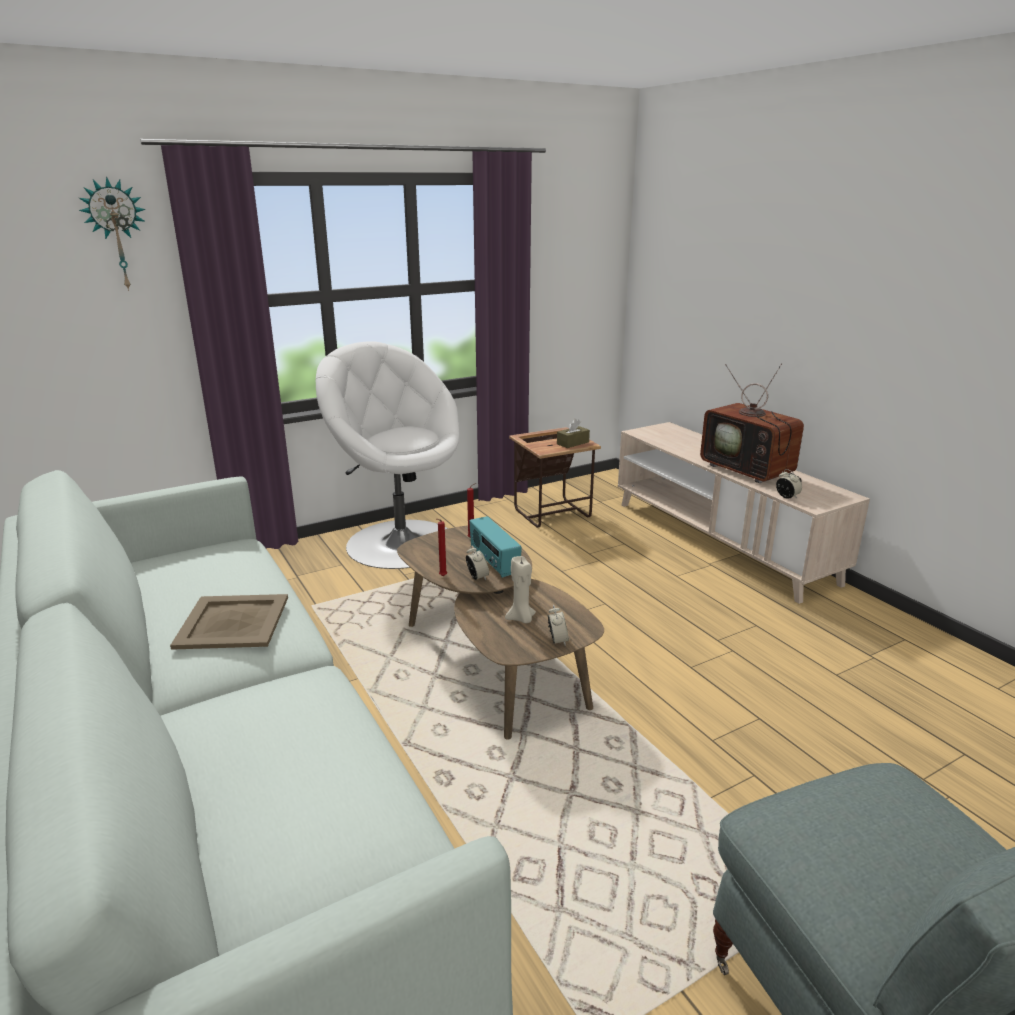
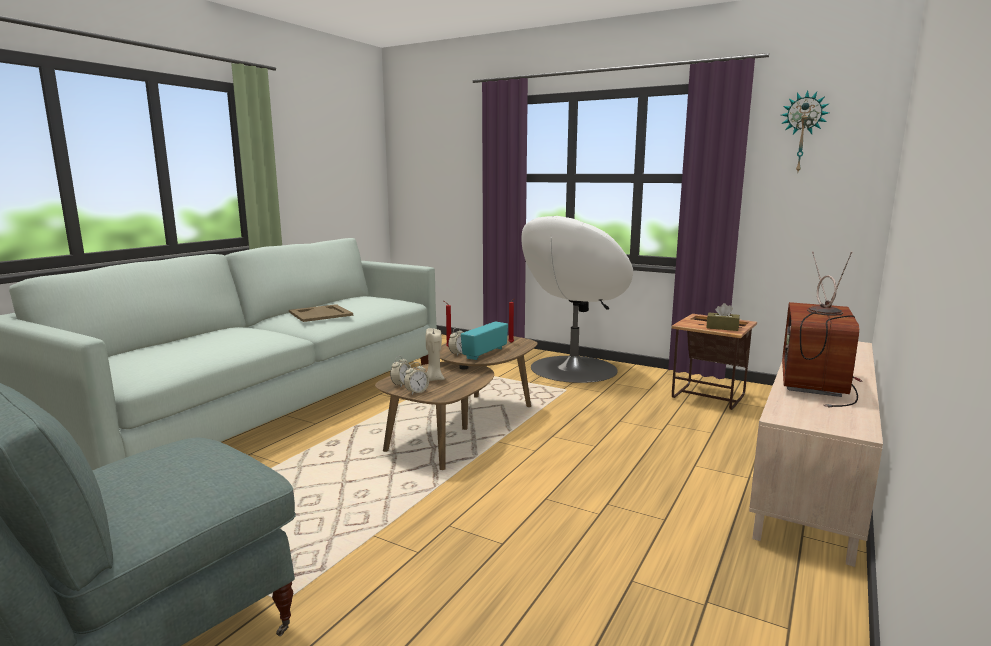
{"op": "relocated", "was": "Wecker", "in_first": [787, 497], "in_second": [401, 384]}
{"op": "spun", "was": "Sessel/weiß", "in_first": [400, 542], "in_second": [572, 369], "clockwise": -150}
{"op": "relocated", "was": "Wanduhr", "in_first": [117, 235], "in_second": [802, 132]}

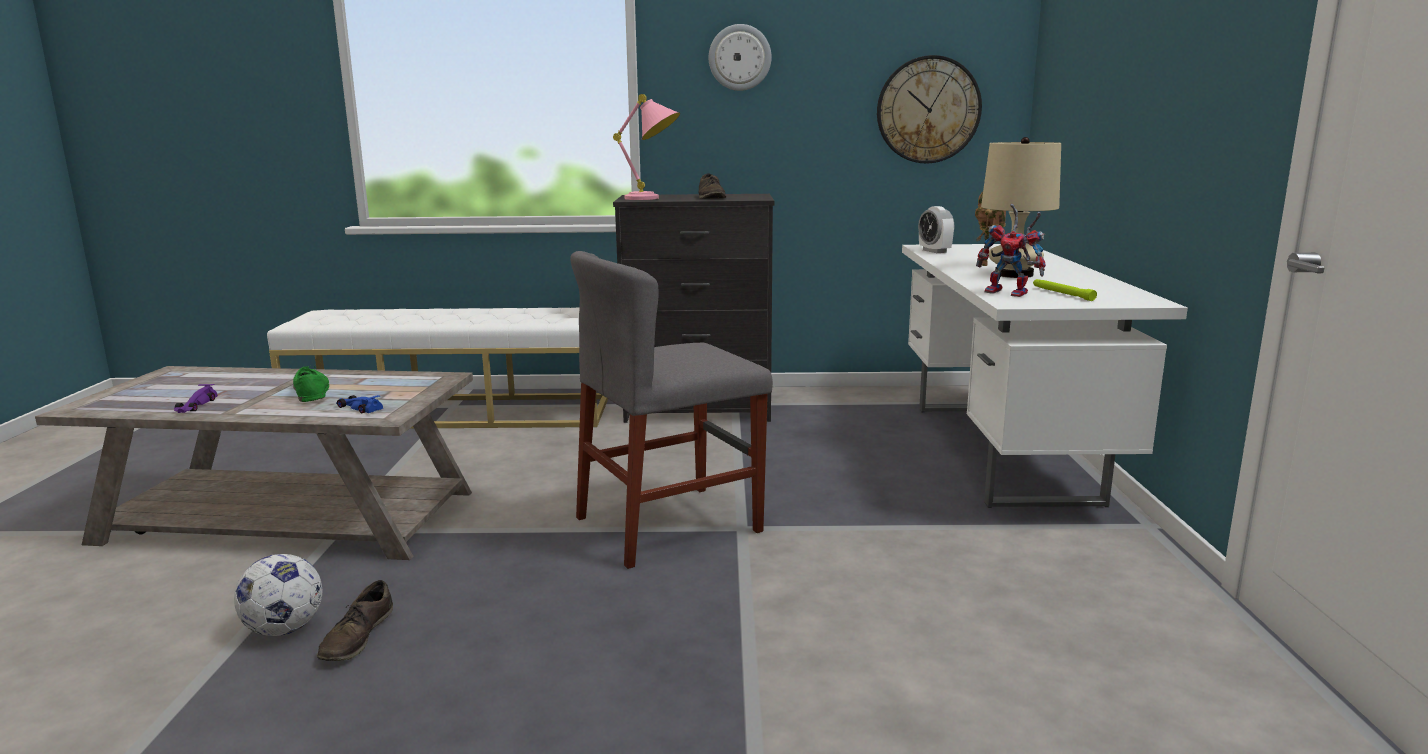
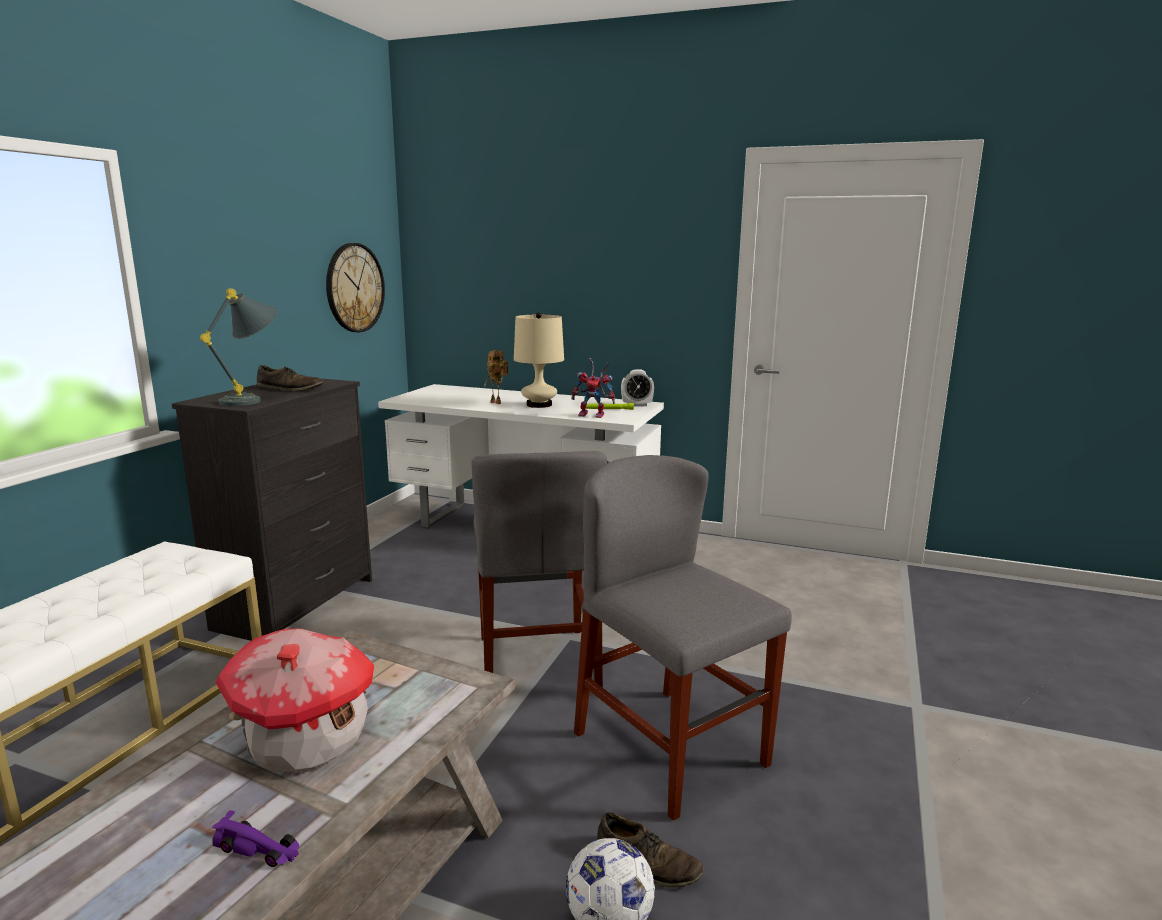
{"op": "colour", "was": "Tischlampe/rosa", "now": "Tischlampe/grau", "in_first": [653, 198], "in_second": [254, 400]}
{"op": "exchanged", "was": "Schuh/grün", "now": "Spielzeughaus", "in_first": [310, 392], "in_second": [307, 739]}
{"op": "spun", "was": "Spielzeugroboter", "in_first": [1011, 293], "in_second": [594, 415], "clockwise": 45}
{"op": "appeared", "now": "Stuhl/grau", "in_second": [670, 749]}
{"op": "relocated", "was": "Wecker", "in_first": [934, 251], "in_second": [637, 405]}
{"op": "missing", "was": "Spielzeugauto/blau", "in_first": [358, 408]}
{"op": "missing", "was": "Wanduhr", "in_first": [739, 57]}

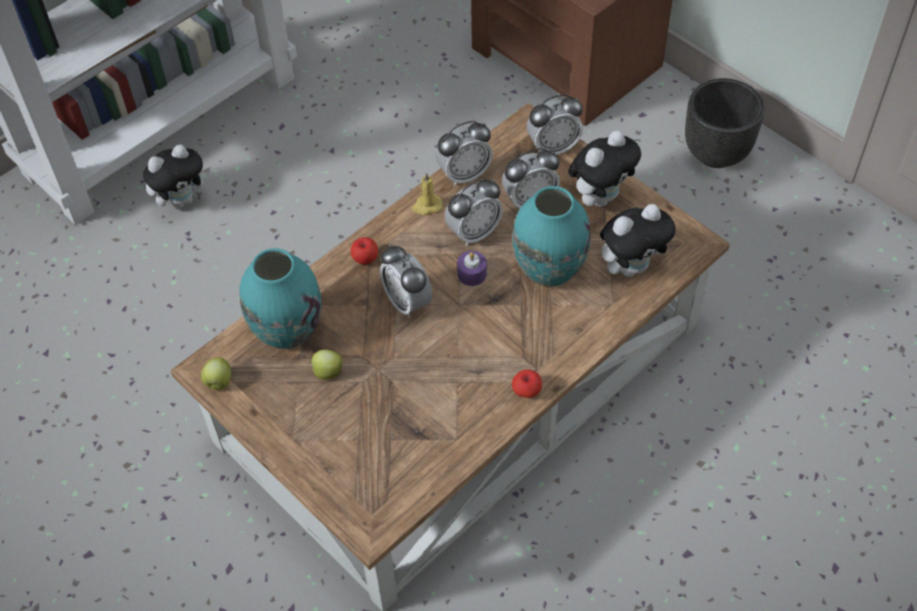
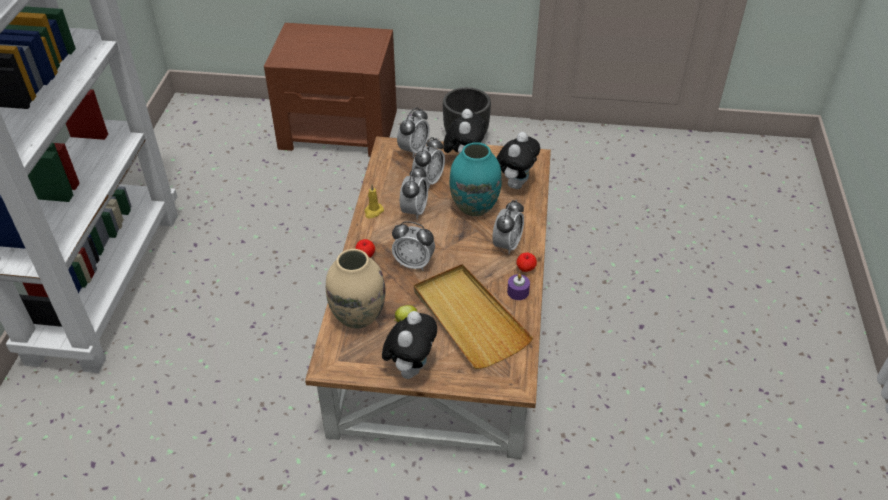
{"op": "colour", "was": "Vase/türkis", "now": "Vase/beige", "in_first": [287, 330], "in_second": [357, 316]}
{"op": "relocated", "was": "Plüschtier", "in_first": [182, 200], "in_second": [410, 367]}
{"op": "appeared", "now": "Tablett/beige", "in_second": [469, 318]}
{"op": "relocated", "was": "Wecker", "in_first": [464, 174], "in_second": [507, 245]}
{"op": "relocated", "was": "Kerze/lila", "in_first": [472, 274], "in_second": [518, 292]}
{"op": "missing", "was": "Apfel", "in_first": [218, 382]}

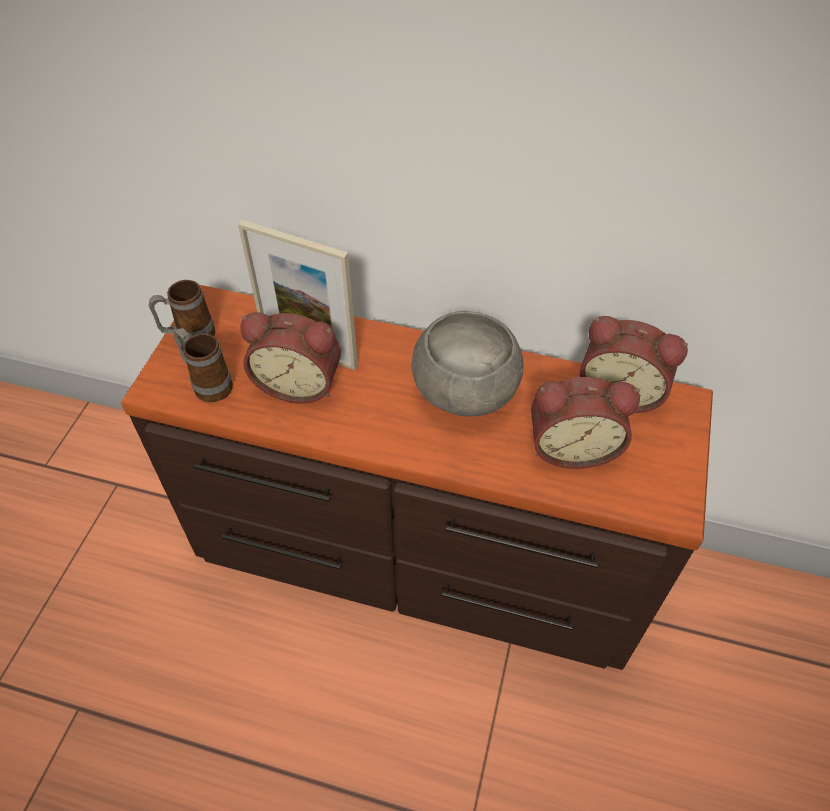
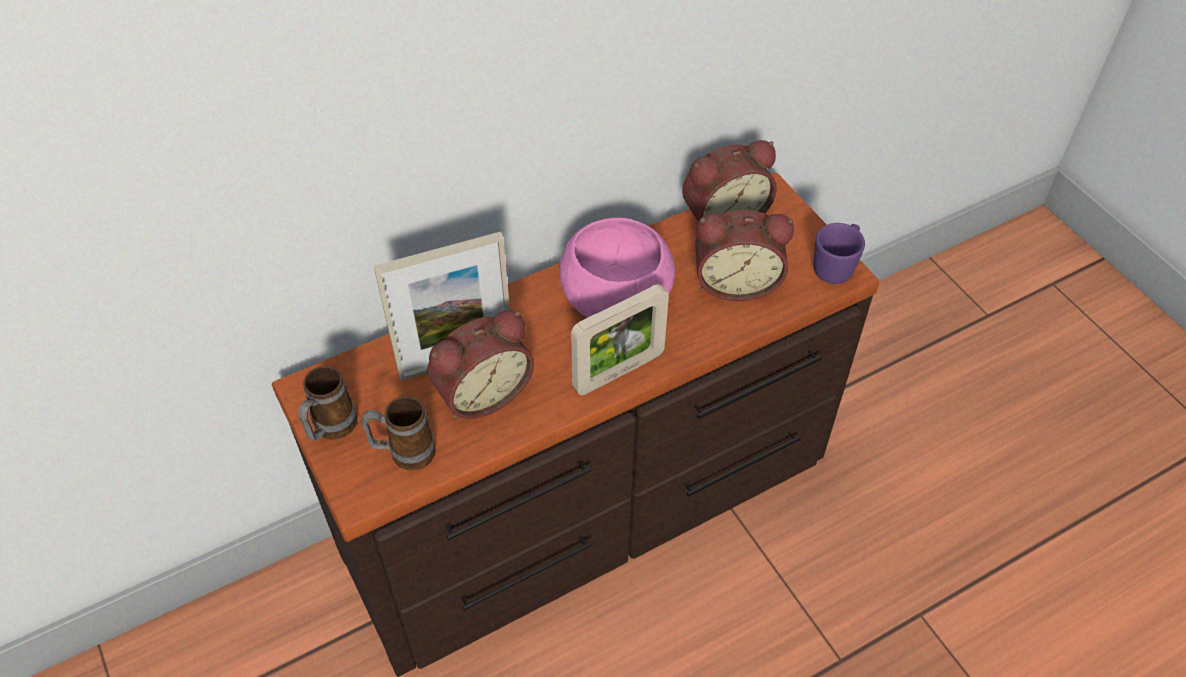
{"op": "colour", "was": "Schüssel/grau", "now": "Schüssel/rosa", "in_first": [466, 390], "in_second": [617, 297]}
{"op": "appeared", "now": "Bilderrahmen", "in_second": [618, 372]}
{"op": "spun", "was": "Wecker", "in_first": [572, 446], "in_second": [736, 281], "clockwise": 45}
{"op": "appeared", "now": "Henkelbecher/lila", "in_second": [836, 267]}

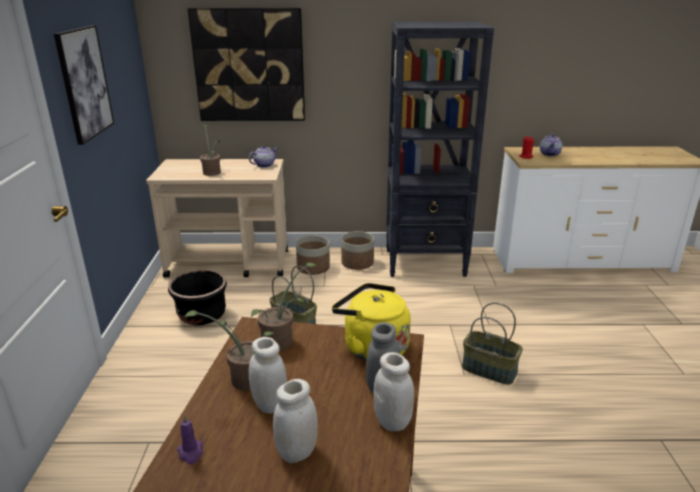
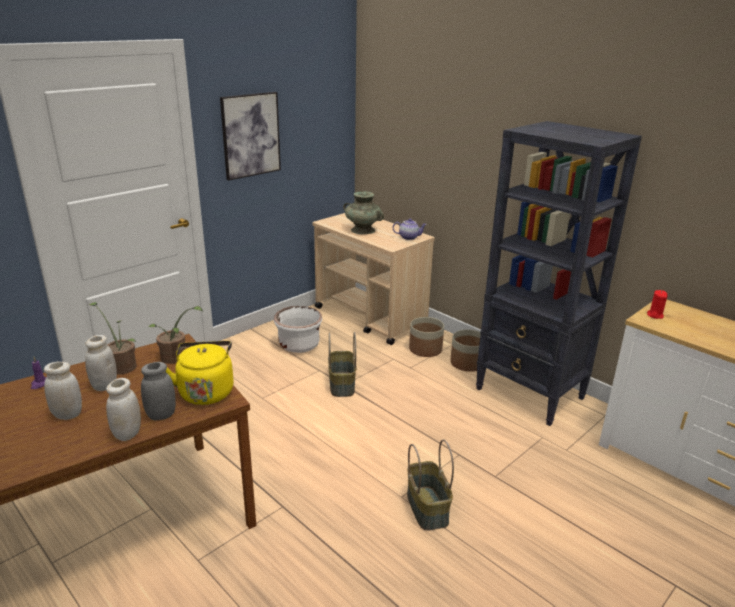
{"op": "colour", "was": "Pflanzkübel/schwarz", "now": "Pflanzkübel/weiß", "in_first": [201, 315], "in_second": [299, 345]}
{"op": "exchanged", "was": "Topfpflanze", "now": "Vase/türkis", "in_first": [212, 172], "in_second": [362, 230]}
{"op": "missing", "was": "Bild", "in_first": [249, 65]}
{"op": "missing", "was": "Teekanne", "in_first": [550, 154]}

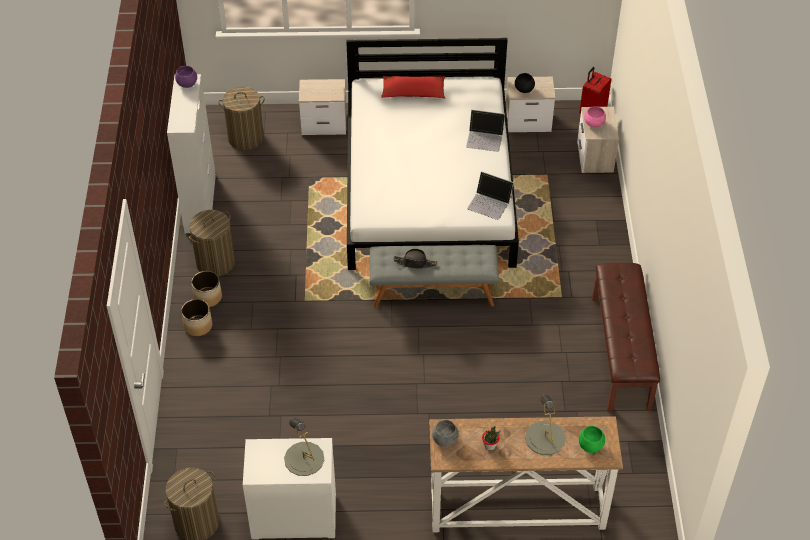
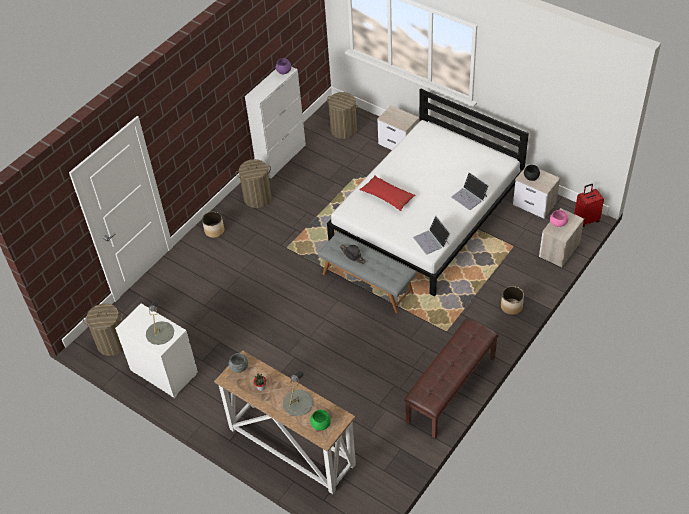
{"op": "relocated", "was": "Kissen/rot", "in_first": [413, 92], "in_second": [387, 196]}
{"op": "relocated", "was": "Pflanzkübel", "in_first": [208, 297], "in_second": [511, 307]}

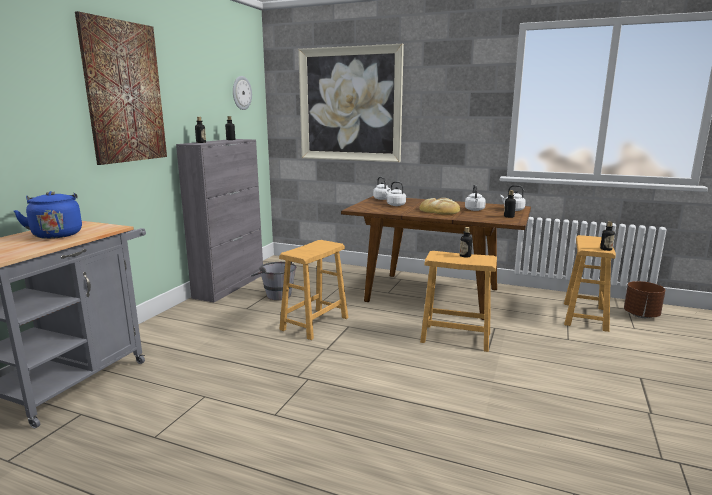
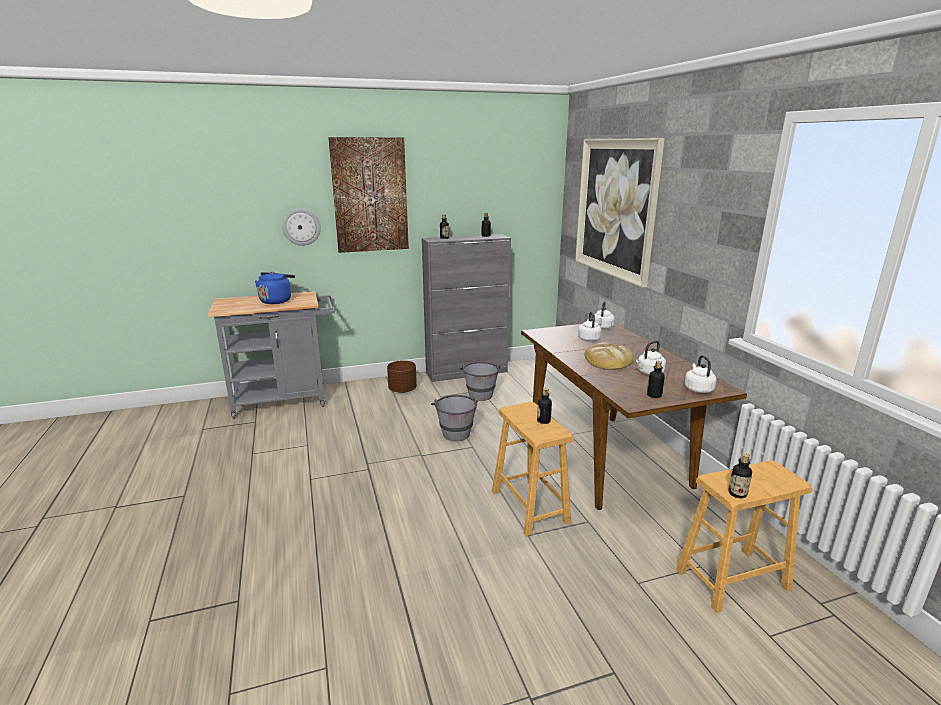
{"op": "relocated", "was": "Wanduhr", "in_first": [241, 93], "in_second": [301, 227]}
{"op": "relocated", "was": "Pflanzkübel/braun", "in_first": [641, 315], "in_second": [402, 390]}
{"op": "exchanged", "was": "Hocker/braun", "now": "Eimer/grau", "in_first": [314, 323], "in_second": [455, 431]}

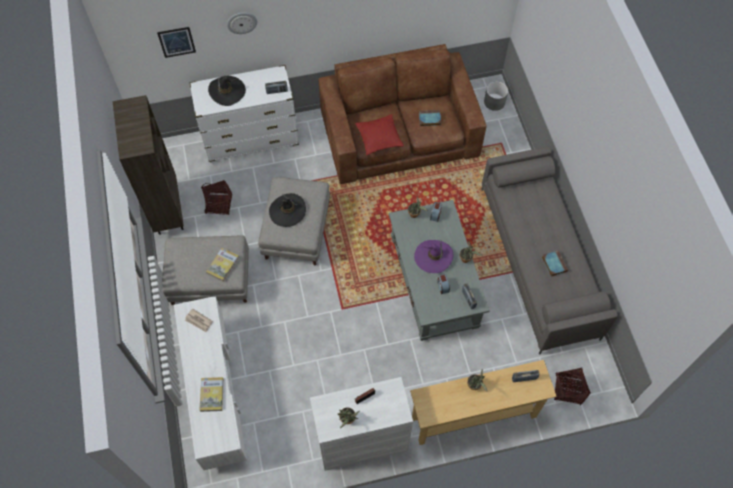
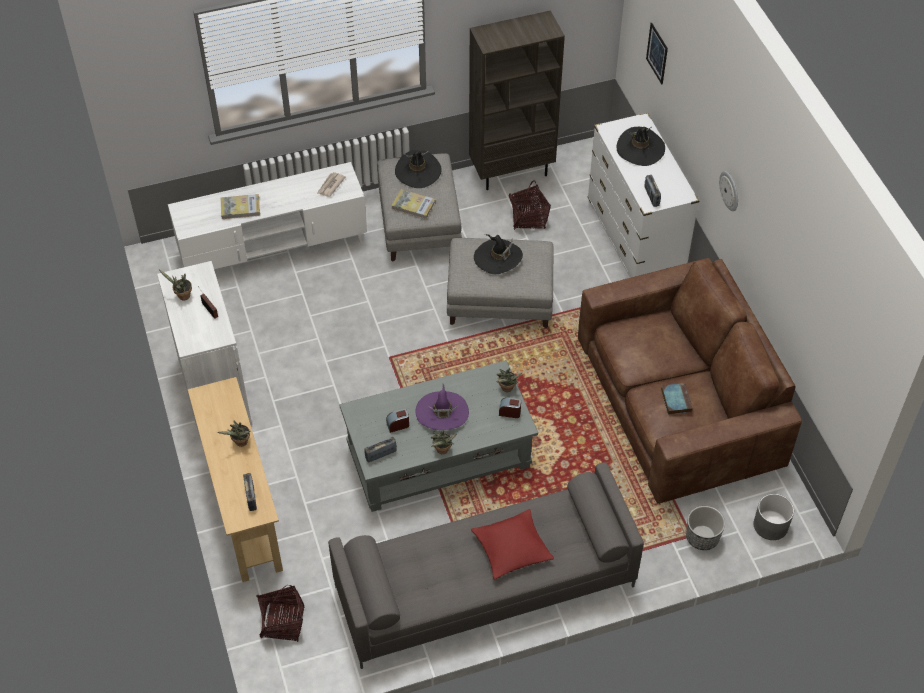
{"op": "appeared", "now": "Hut/schwarz", "in_second": [418, 171]}
{"op": "relocated", "was": "Kissen/rot", "in_first": [379, 138], "in_second": [511, 549]}
{"op": "appeared", "now": "Pflanzkübel", "in_second": [702, 537]}
{"op": "relocated", "was": "Wanduhr", "in_first": [242, 22], "in_second": [730, 190]}
{"op": "missing", "was": "Buch", "in_first": [554, 264]}

